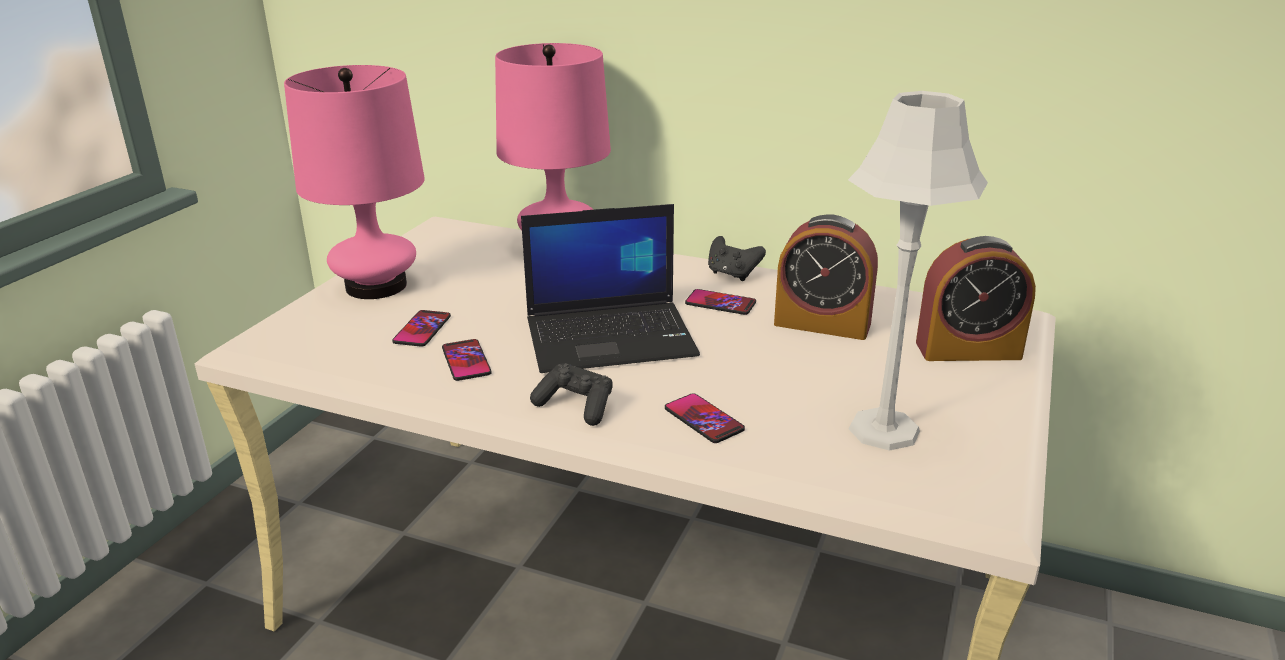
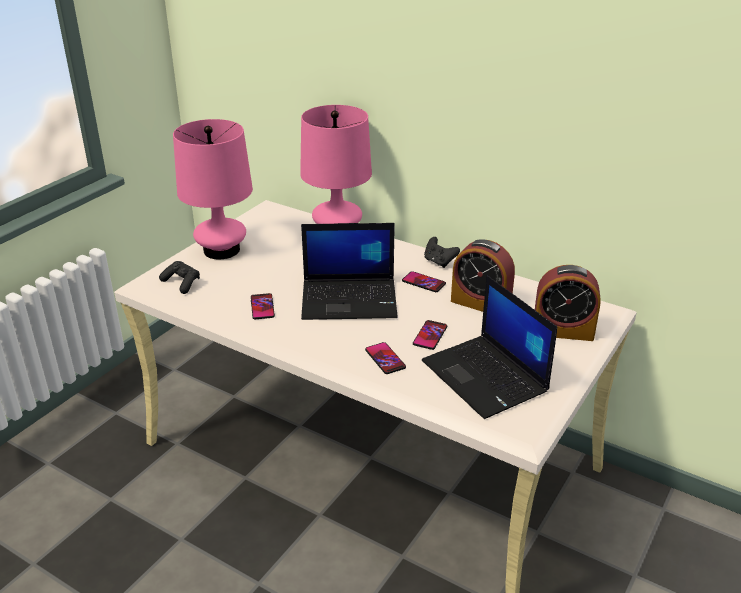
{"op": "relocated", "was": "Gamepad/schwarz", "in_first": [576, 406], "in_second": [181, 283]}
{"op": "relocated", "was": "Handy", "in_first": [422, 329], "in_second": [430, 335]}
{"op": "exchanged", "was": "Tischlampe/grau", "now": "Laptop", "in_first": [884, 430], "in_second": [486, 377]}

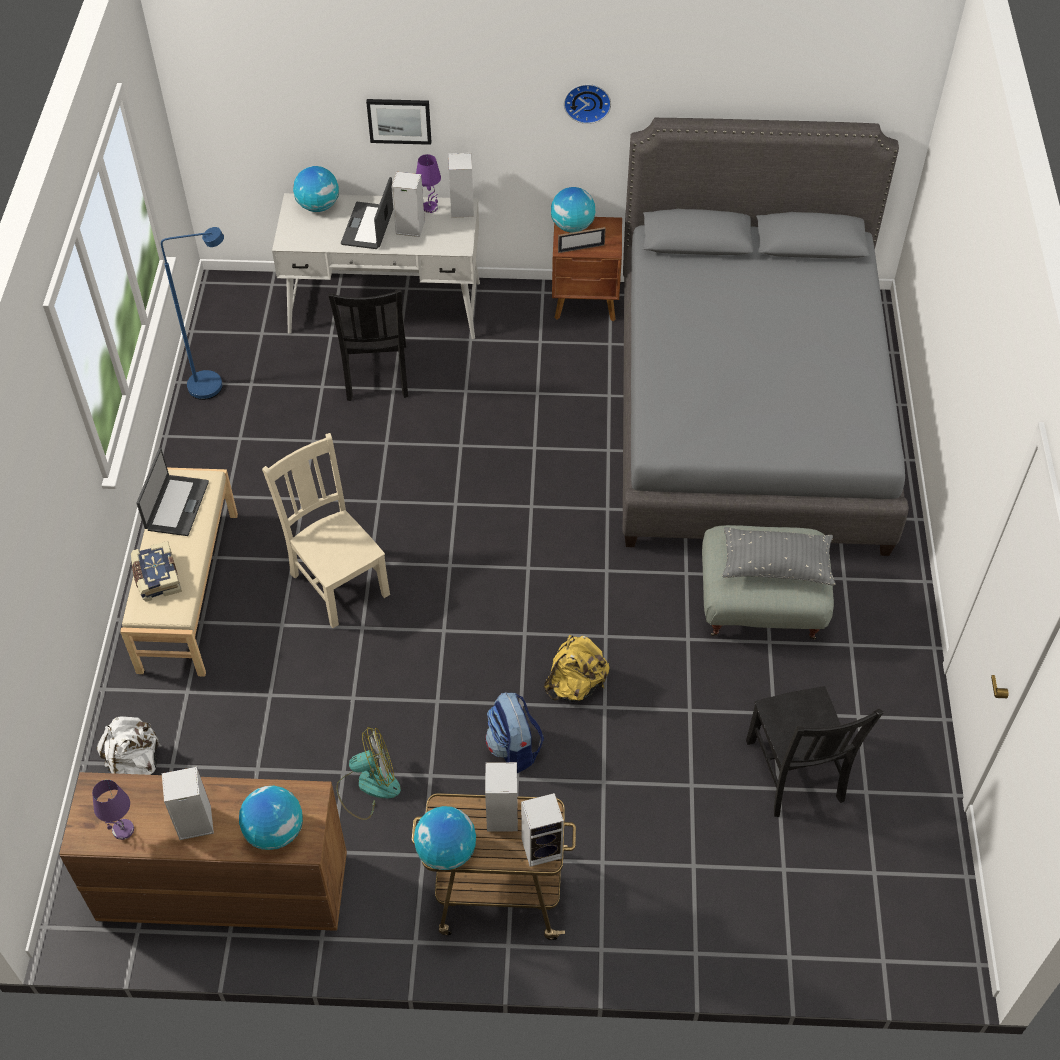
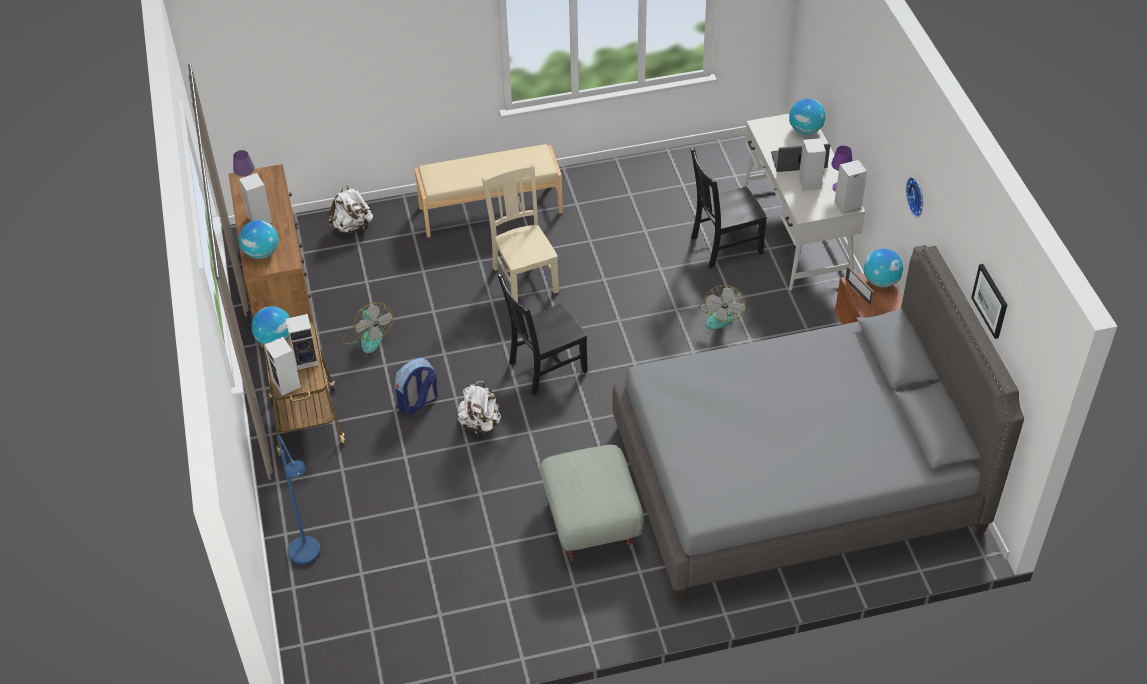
{"op": "relocated", "was": "Stehlampe/blau", "in_first": [215, 384], "in_second": [309, 558]}
{"op": "colour", "was": "Rucksack/gelb", "now": "Rucksack/weiß", "in_first": [575, 685], "in_second": [480, 424]}
{"op": "spun", "was": "Stuhl/beige", "in_first": [338, 582], "in_second": [524, 278], "clockwise": -60}
{"op": "relocated", "was": "Stuhl/schwarz", "in_first": [795, 774], "in_second": [545, 368]}
{"op": "appeared", "now": "Ventilator", "in_second": [721, 315]}
{"op": "relocated", "was": "Bild", "in_first": [399, 120], "in_second": [990, 300]}
{"op": "missing", "was": "Buch", "in_first": [156, 578]}
{"op": "missing", "was": "Laptop", "in_first": [176, 506]}
{"op": "missing", "was": "Kissen/grau", "in_first": [776, 565]}

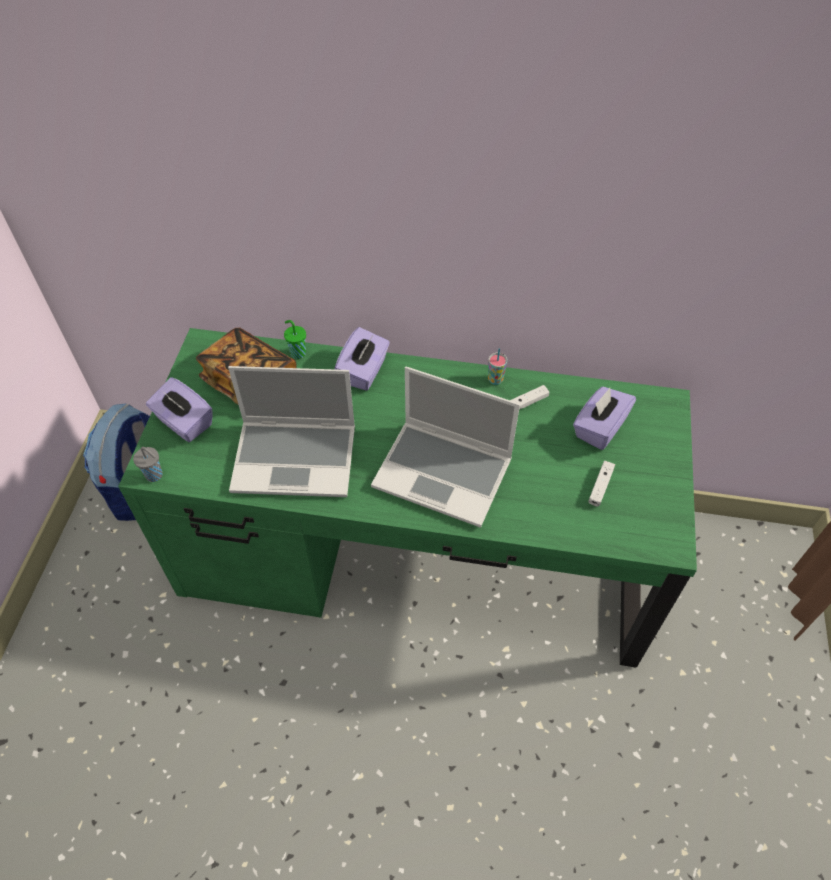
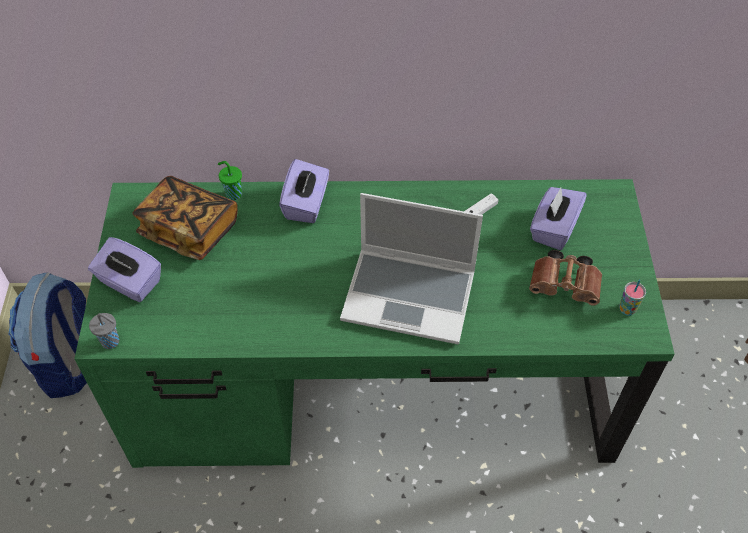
{"op": "exchanged", "was": "Gamepad/weiß", "now": "Fernglas/braun", "in_first": [600, 486], "in_second": [566, 286]}
{"op": "relocated", "was": "Tasse", "in_first": [495, 380], "in_second": [627, 309]}
{"op": "missing", "was": "Laptop", "in_first": [296, 458]}

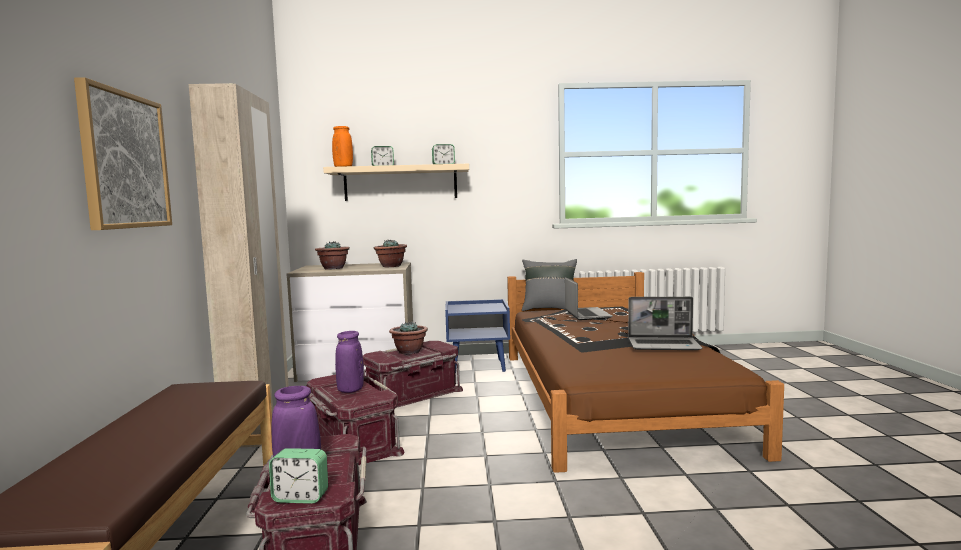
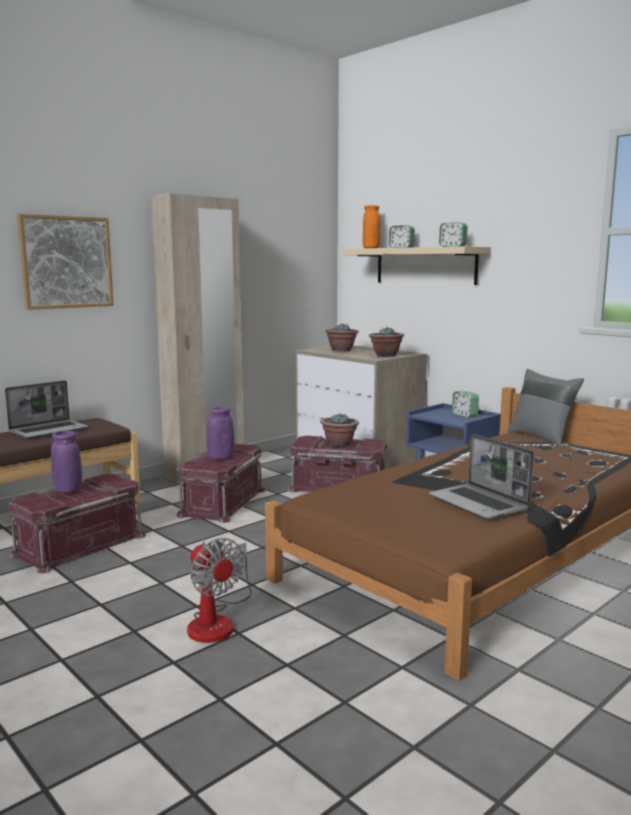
{"op": "relocated", "was": "Laptop", "in_first": [586, 314], "in_second": [49, 430]}
{"op": "appeared", "now": "Ventilator", "in_second": [217, 621]}
{"op": "relocated", "was": "Wecker", "in_first": [300, 497], "in_second": [464, 415]}

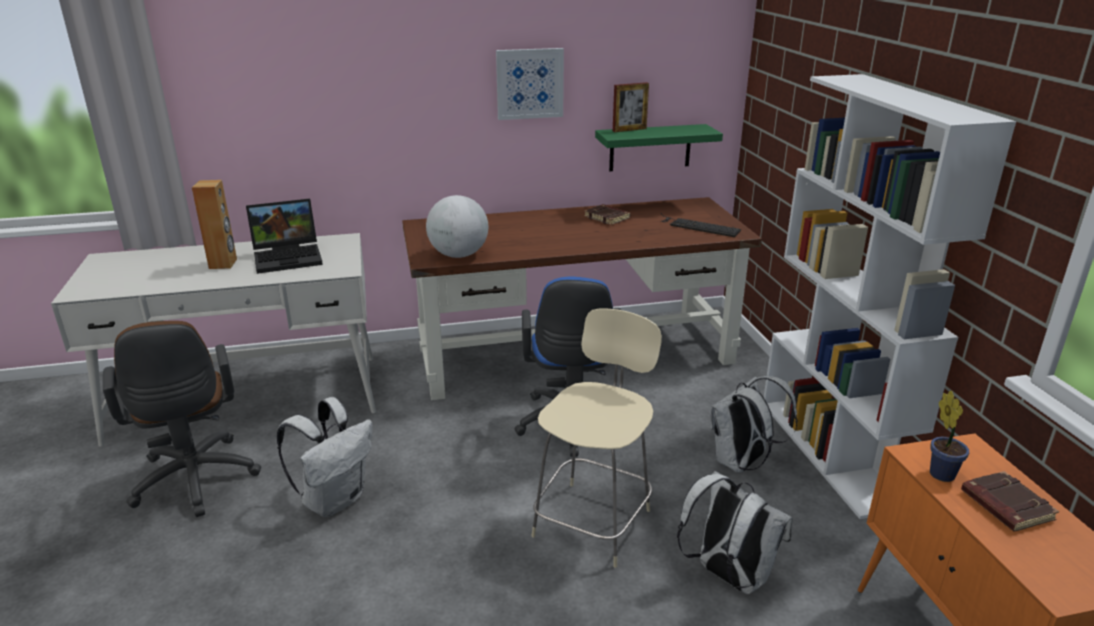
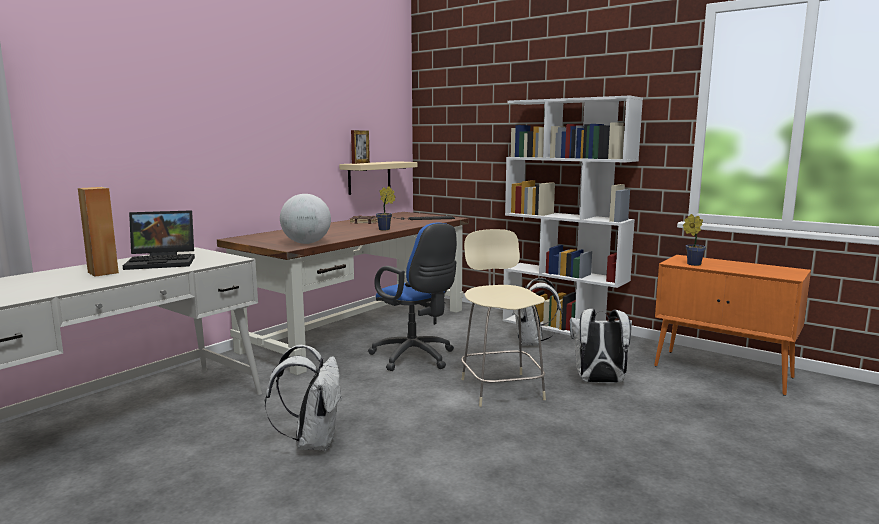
{"op": "spun", "was": "Laptop", "in_first": [289, 257], "in_second": [163, 262], "clockwise": 45}
{"op": "colour", "was": "Wandregal/grün", "now": "Wandregal/beige", "in_first": [650, 147], "in_second": [369, 177]}
{"op": "appeared", "now": "Topfpflanze", "in_second": [385, 229]}
{"op": "missing", "was": "Bürostuhl/braun", "in_first": [195, 482]}
{"op": "missing", "was": "Bild", "in_first": [529, 83]}
{"op": "missing", "was": "Buch/braun", "in_first": [1004, 506]}

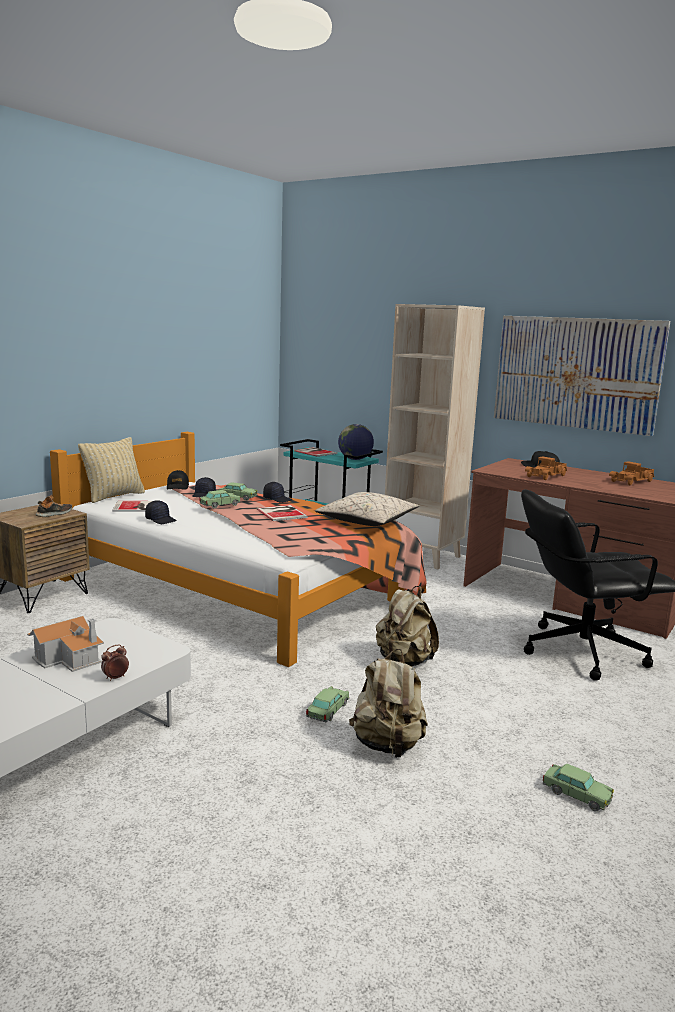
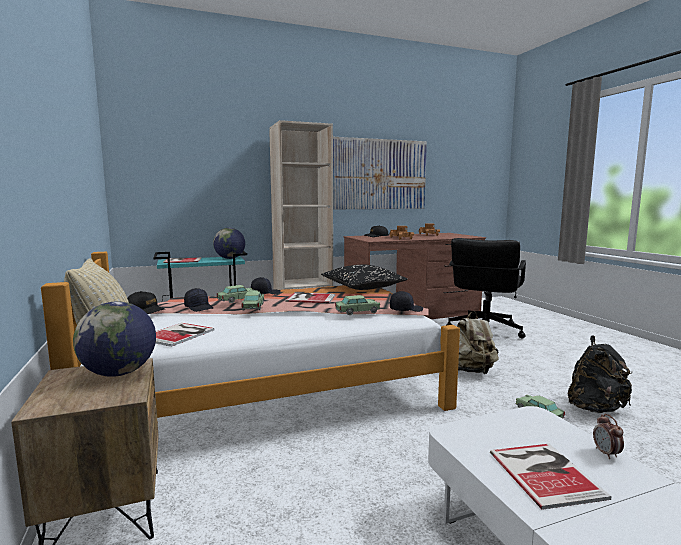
{"op": "exchanged", "was": "Schuh", "now": "Globus", "in_first": [55, 514], "in_second": [119, 373]}
{"op": "colour", "was": "Kissen/beige", "now": "Kissen/schwarz", "in_first": [367, 521], "in_second": [363, 287]}
{"op": "relocated", "was": "Spielzeugauto", "in_first": [576, 795], "in_second": [357, 312]}
{"op": "relocated", "was": "Kappe/schwarz", "in_first": [161, 520], "in_second": [405, 309]}
{"op": "exchanged", "was": "Spielzeughaus", "now": "Buch", "in_first": [70, 658], "in_second": [545, 472]}
{"op": "colour", "was": "Rucksack/beige", "now": "Rucksack/schwarz", "in_first": [387, 745], "in_second": [595, 408]}

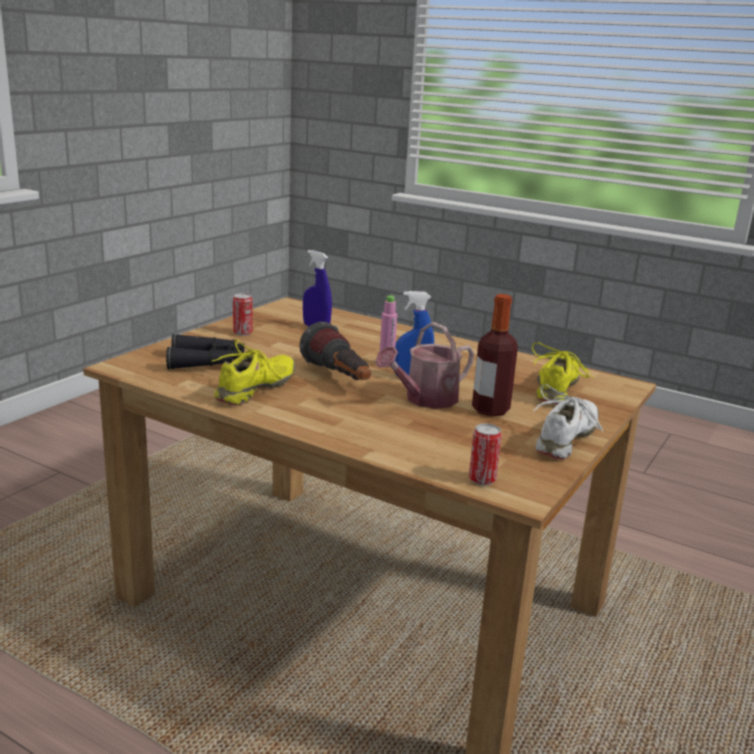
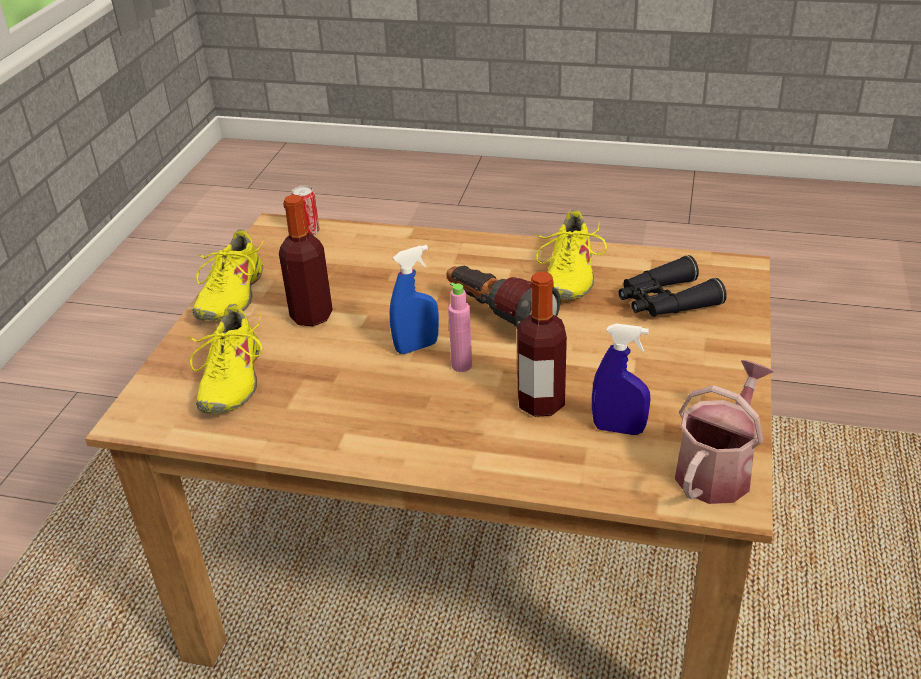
{"op": "colour", "was": "Schuh/weiß", "now": "Schuh/gelb", "in_first": [567, 439], "in_second": [230, 295]}
{"op": "appeared", "now": "Flasche", "in_second": [541, 403]}
{"op": "relocated", "was": "Gießkanne", "in_first": [425, 399], "in_second": [717, 469]}
{"op": "missing", "was": "Dose", "in_first": [242, 333]}

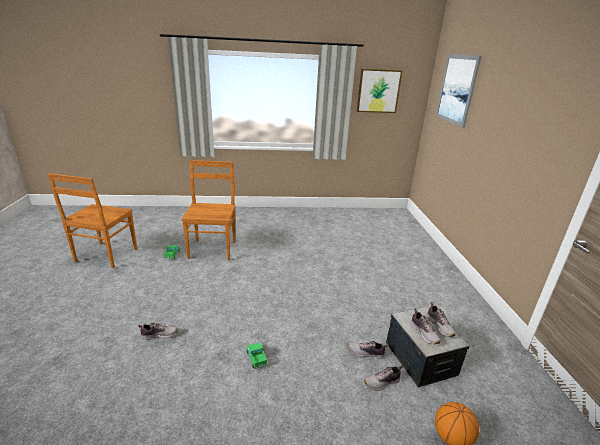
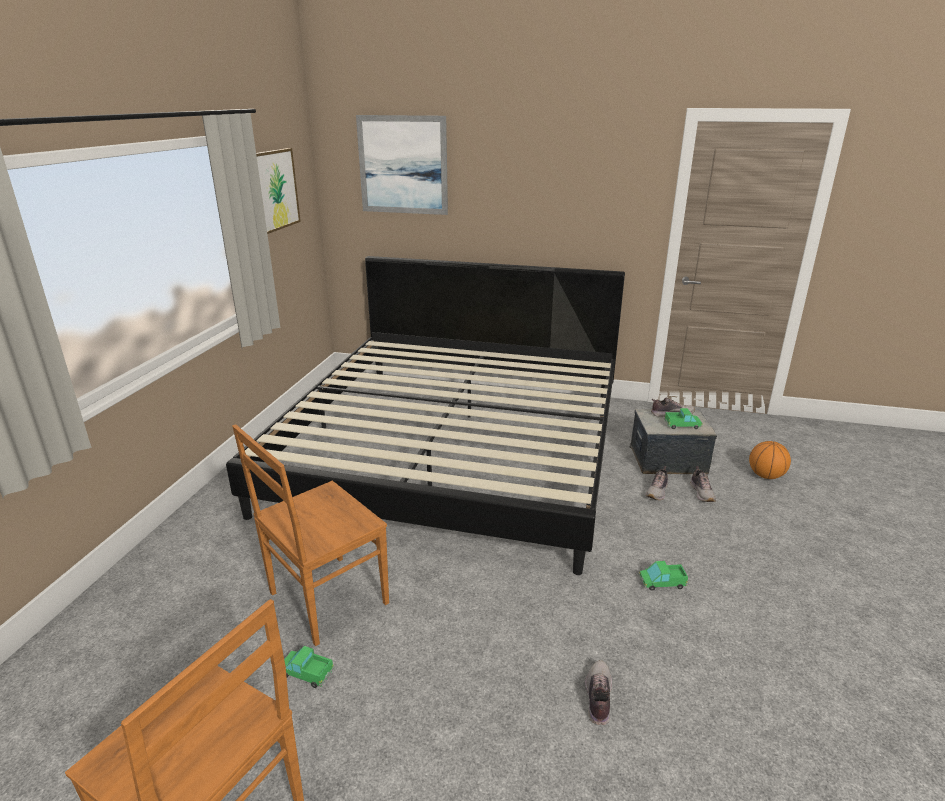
{"op": "appeared", "now": "Bett", "in_second": [454, 449]}
{"op": "spun", "was": "Stuhl/braun", "in_first": [213, 249], "in_second": [325, 599], "clockwise": -60}
{"op": "exchanged", "was": "Schuh", "now": "Spielzeuglaster", "in_first": [424, 333], "in_second": [682, 425]}

